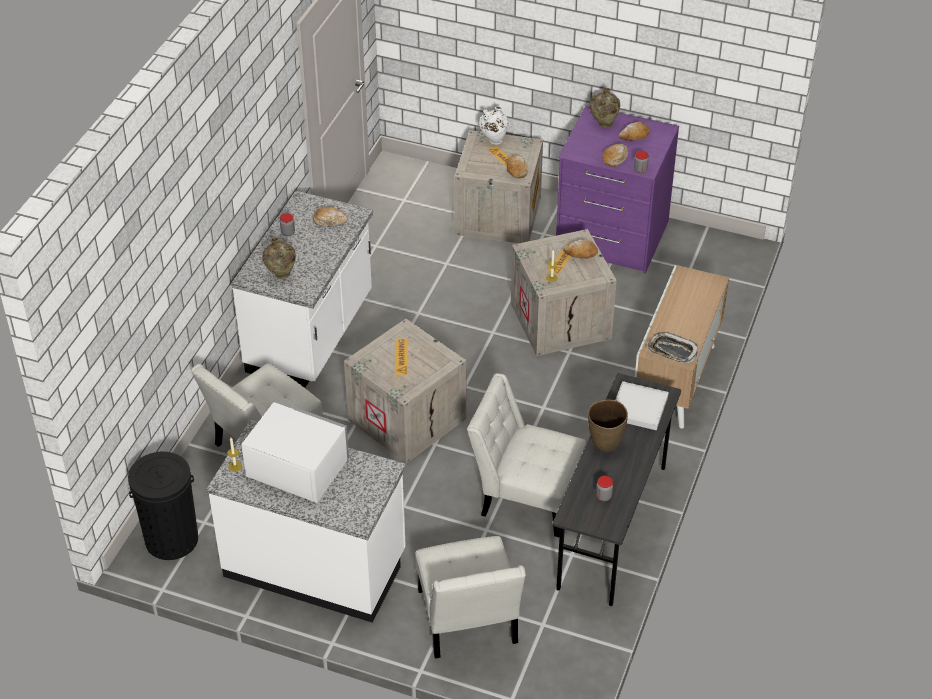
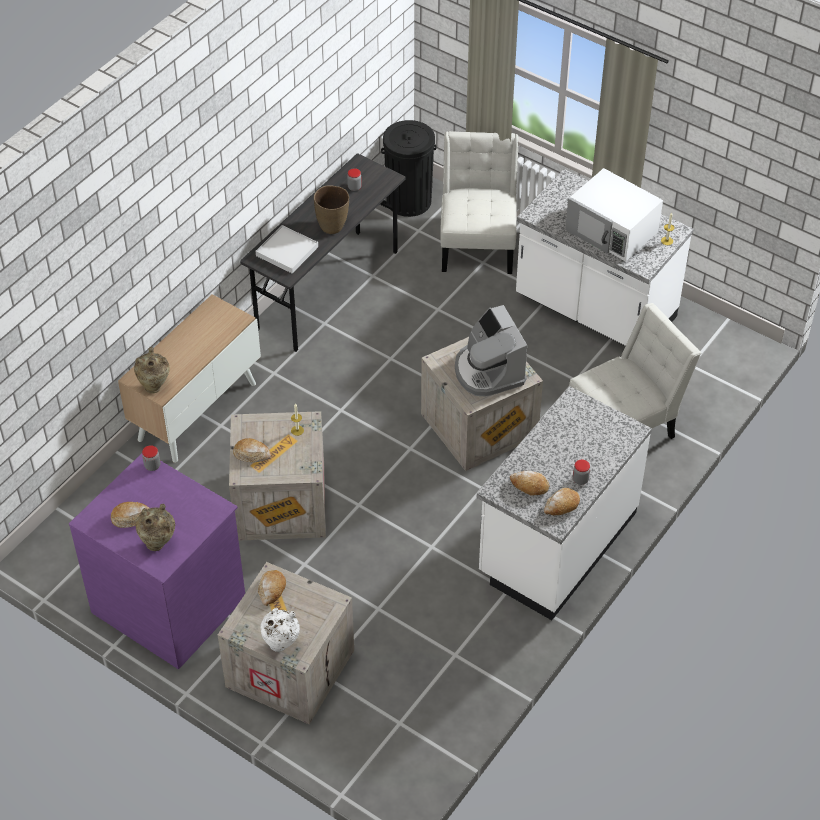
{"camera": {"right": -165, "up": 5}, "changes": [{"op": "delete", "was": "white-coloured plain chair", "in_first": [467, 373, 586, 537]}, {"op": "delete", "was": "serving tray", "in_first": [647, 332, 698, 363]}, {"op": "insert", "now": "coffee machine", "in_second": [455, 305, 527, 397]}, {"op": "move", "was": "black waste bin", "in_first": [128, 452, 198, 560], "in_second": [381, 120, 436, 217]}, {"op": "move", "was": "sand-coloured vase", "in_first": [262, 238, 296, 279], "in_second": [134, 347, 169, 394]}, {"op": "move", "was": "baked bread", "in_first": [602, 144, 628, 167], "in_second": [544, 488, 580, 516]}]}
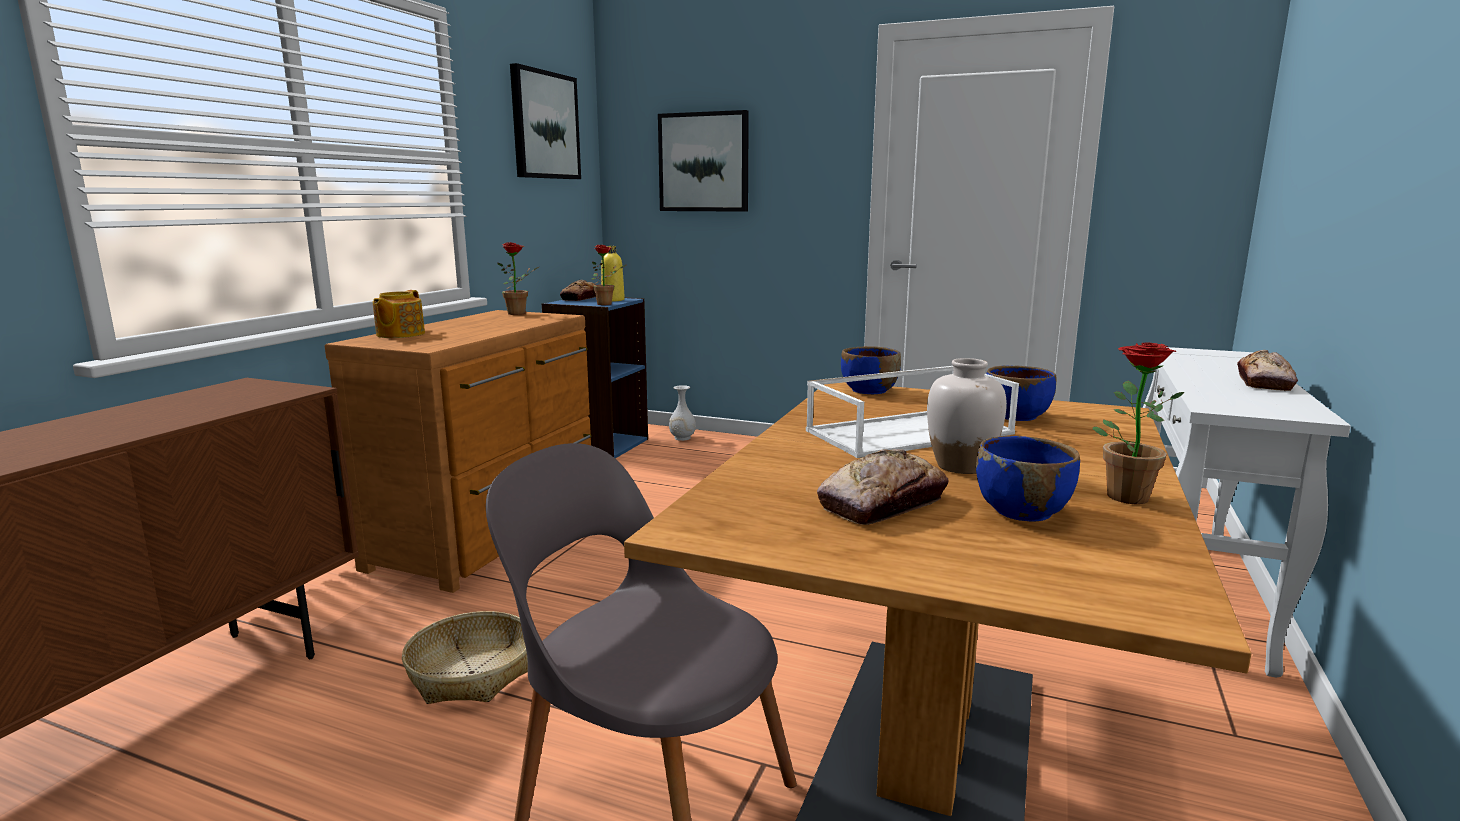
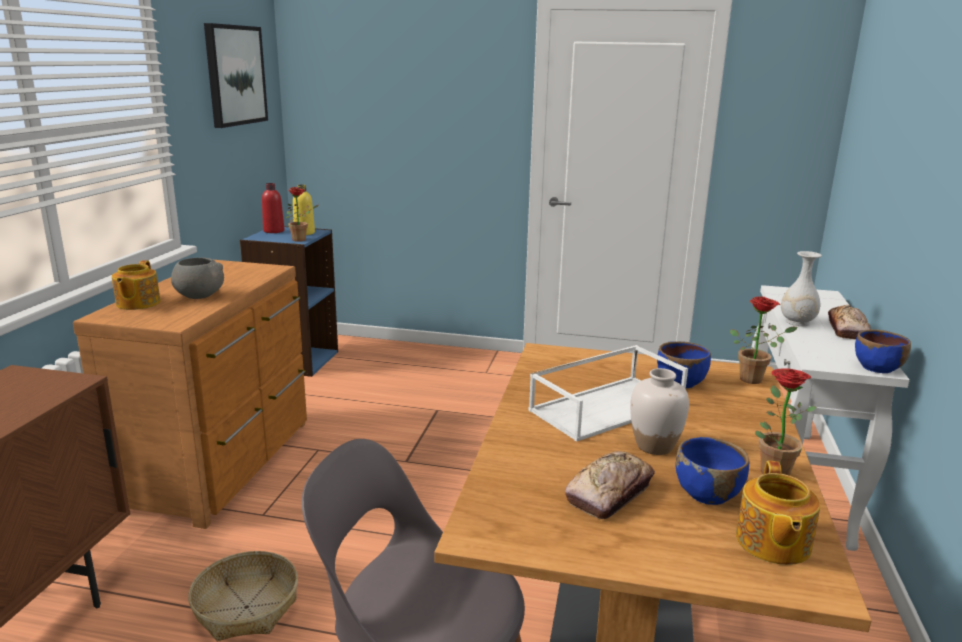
{"camera": {"right": -10, "up": 5}, "changes": [{"op": "delete", "was": "wall art", "in_first": [658, 110, 749, 212]}, {"op": "insert", "now": "greyish bowl", "in_second": [171, 258, 224, 299]}, {"op": "insert", "now": "teapot", "in_second": [736, 461, 820, 565]}, {"op": "move", "was": "plant in a pot", "in_first": [497, 242, 539, 315], "in_second": [730, 296, 797, 384]}, {"op": "move", "was": "white-coloured vase", "in_first": [669, 385, 696, 441], "in_second": [781, 251, 822, 326]}, {"op": "move", "was": "blue-coloured bowl", "in_first": [841, 346, 901, 394], "in_second": [855, 330, 911, 373]}, {"op": "replace", "was": "baked bread", "now": "red beverage bottle", "in_first": [560, 280, 596, 301], "in_second": [262, 183, 284, 233]}]}
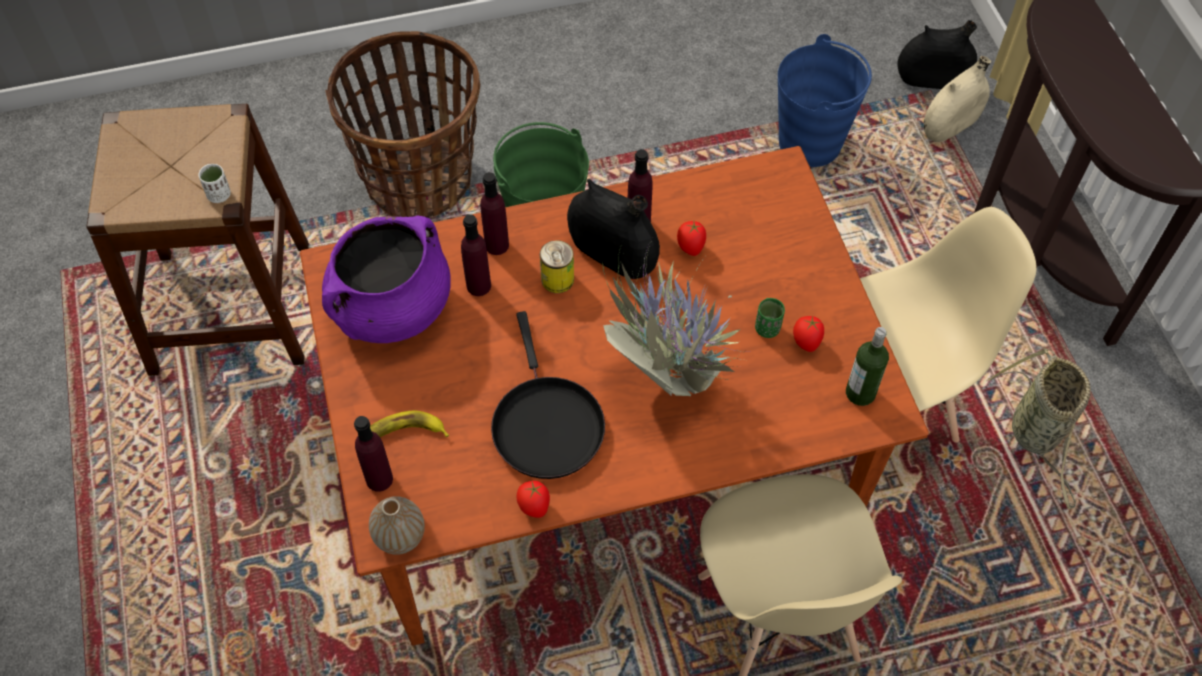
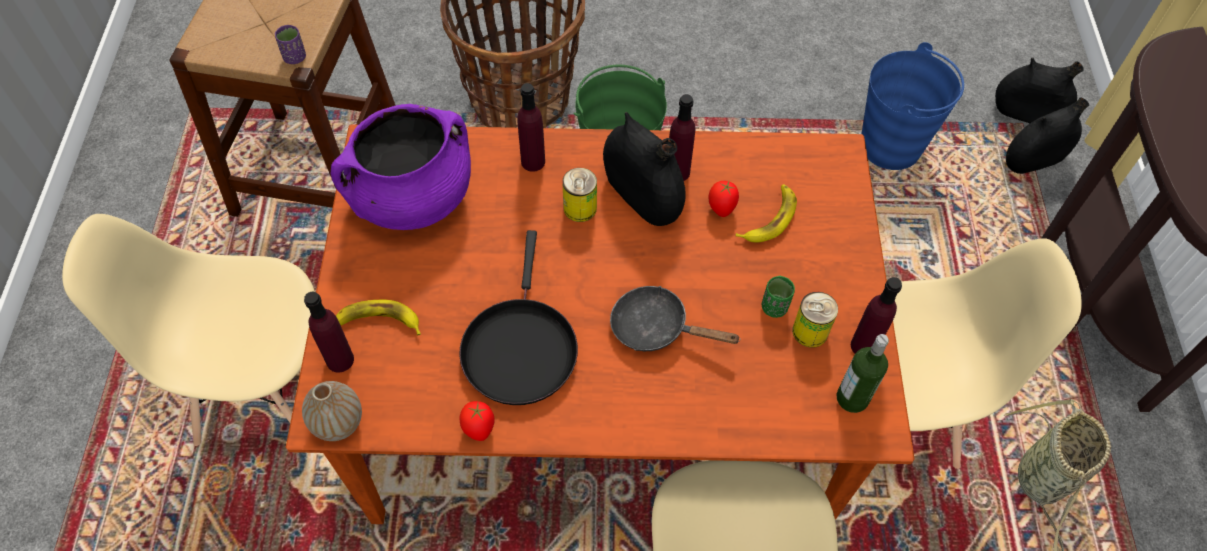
{"camera": {"right": 15, "up": 0}, "changes": [{"op": "insert", "now": "sand-coloured plain chair", "in_second": [62, 214, 315, 446]}, {"op": "insert", "now": "banana fruit", "in_second": [735, 184, 797, 242]}, {"op": "move", "was": "purple beverage bottle", "in_first": [461, 214, 491, 296], "in_second": [851, 277, 902, 354]}, {"op": "replace", "was": "plant in a pot", "now": "black frying pan", "in_first": [603, 240, 780, 396], "in_second": [610, 286, 741, 351]}, {"op": "replace", "was": "fresh tomato", "now": "can", "in_first": [793, 316, 824, 352], "in_second": [792, 292, 838, 348]}, {"op": "recolor", "was": "white-coloured cup", "now": "purple cup", "in_first": [198, 164, 231, 203], "in_second": [275, 25, 306, 64]}, {"op": "recolor", "was": "sand-coloured vase", "now": "black vase", "in_first": [924, 56, 991, 142], "in_second": [1006, 97, 1090, 174]}]}
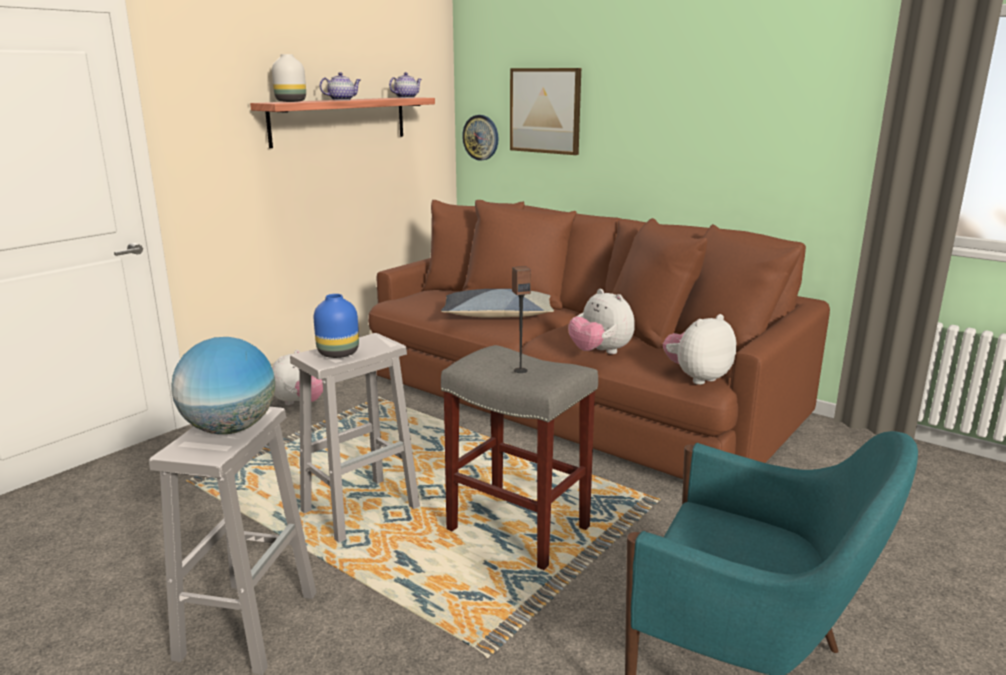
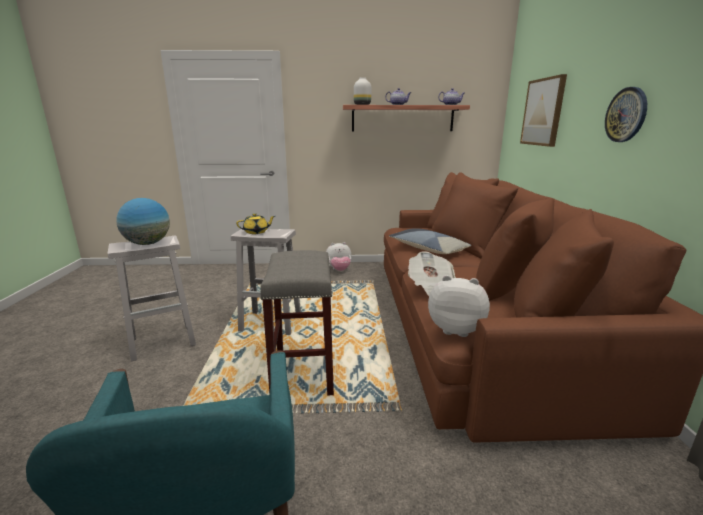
{"camera": {"right": 50, "up": 0}, "changes": [{"op": "delete", "was": "audio speaker", "in_first": [512, 266, 531, 373]}, {"op": "move", "was": "clock on the wall", "in_first": [462, 115, 499, 161], "in_second": [605, 87, 647, 142]}, {"op": "replace", "was": "blue-coloured vase", "now": "yellowish teapot", "in_first": [314, 294, 359, 358], "in_second": [236, 213, 275, 234]}, {"op": "replace", "was": "cuddly toy", "now": "daily paper", "in_first": [568, 289, 635, 354], "in_second": [408, 251, 456, 296]}]}
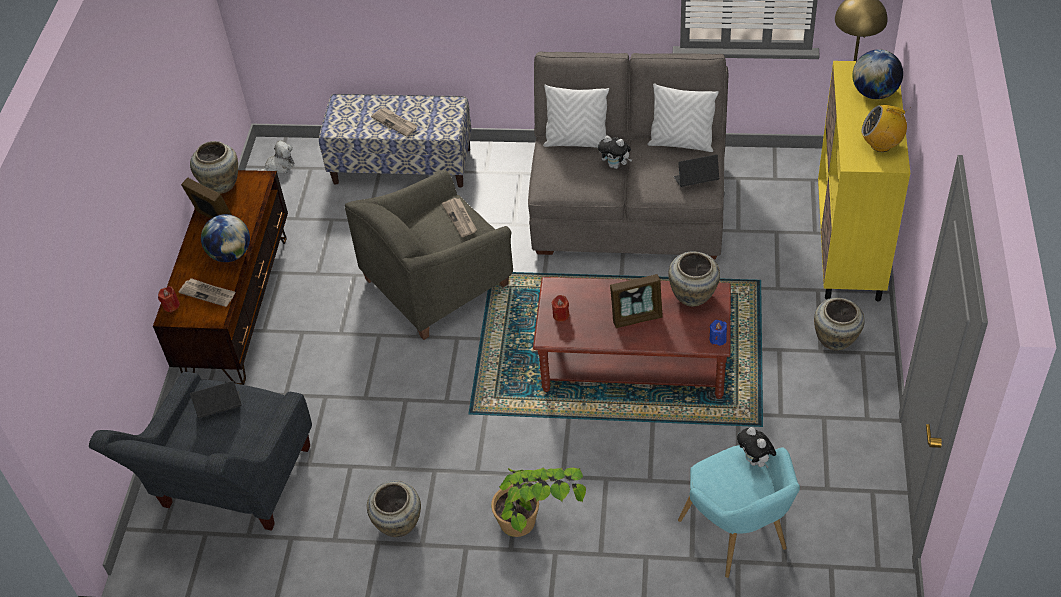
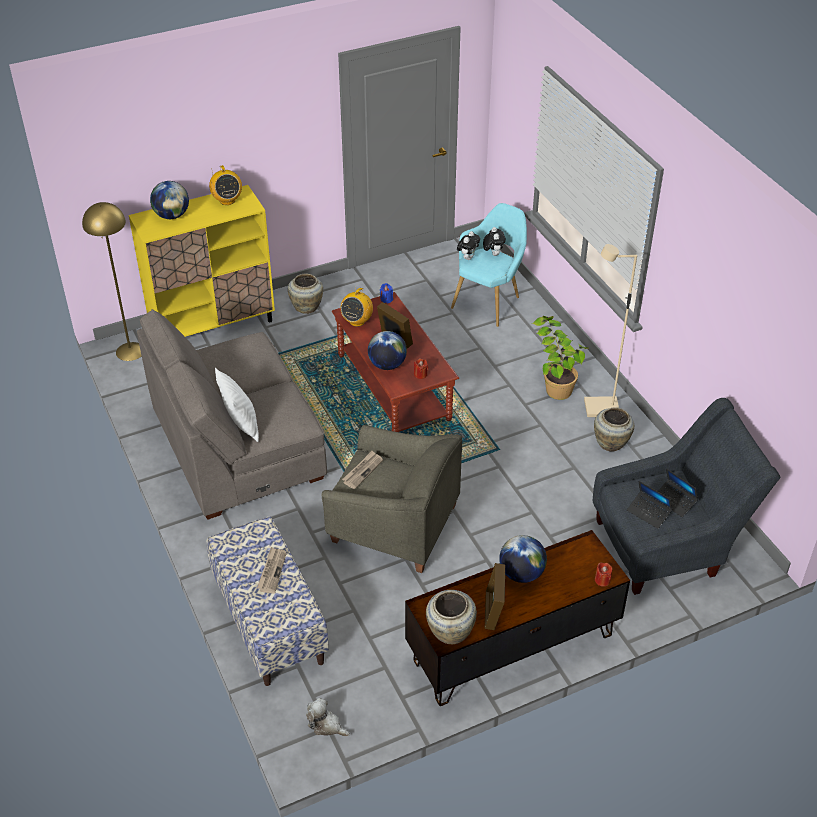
{"camera": {"right": -125, "up": -5}, "changes": [{"op": "delete", "was": "daily paper", "in_first": [179, 278, 235, 307]}, {"op": "delete", "was": "white-coloured throw pillow", "in_first": [647, 83, 719, 152]}, {"op": "insert", "now": "globe", "in_second": [368, 331, 407, 370]}, {"op": "insert", "now": "sand-coloured standing lamp", "in_second": [584, 244, 637, 417]}, {"op": "move", "was": "cuddly toy", "in_first": [598, 136, 632, 169], "in_second": [483, 227, 506, 256]}, {"op": "move", "was": "portable computer", "in_first": [674, 154, 719, 187], "in_second": [658, 468, 698, 517]}, {"op": "replace", "was": "sand-coloured vase", "now": "radio receiver", "in_first": [668, 251, 720, 307], "in_second": [341, 287, 373, 327]}]}
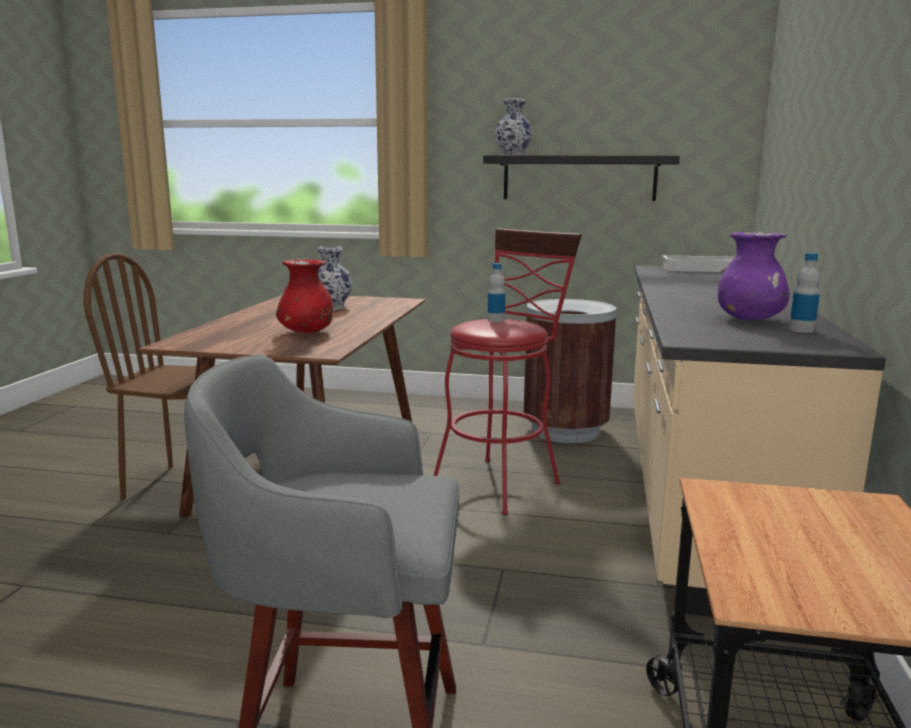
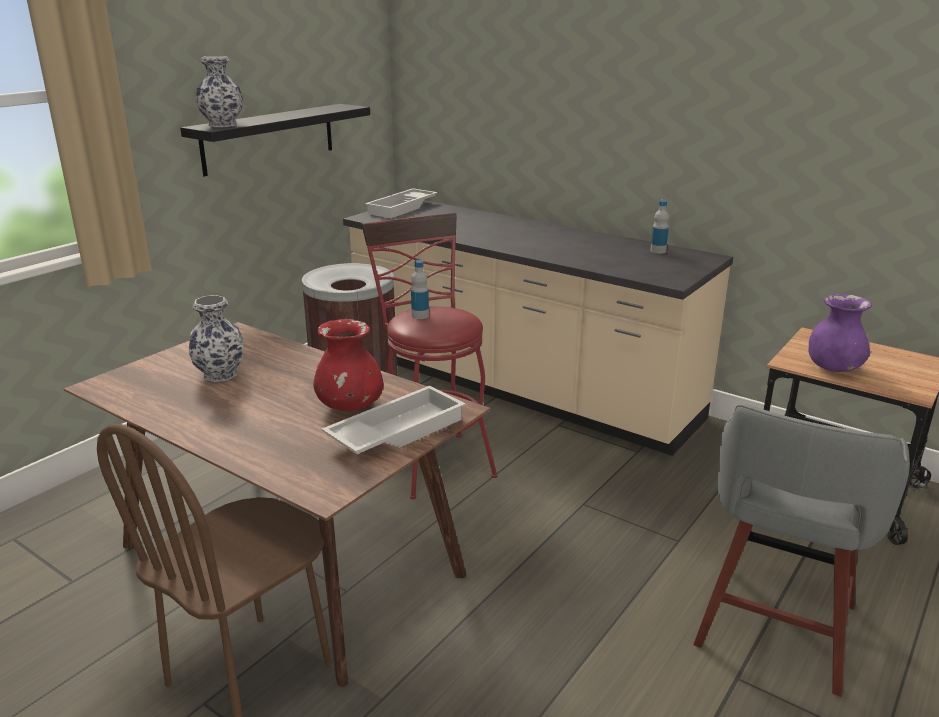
{"camera": {"right": -65, "up": 10}, "changes": [{"op": "insert", "now": "white-coloured serving tray", "in_second": [321, 386, 465, 454]}, {"op": "move", "was": "purple vase", "in_first": [717, 232, 790, 320], "in_second": [808, 294, 872, 372]}]}
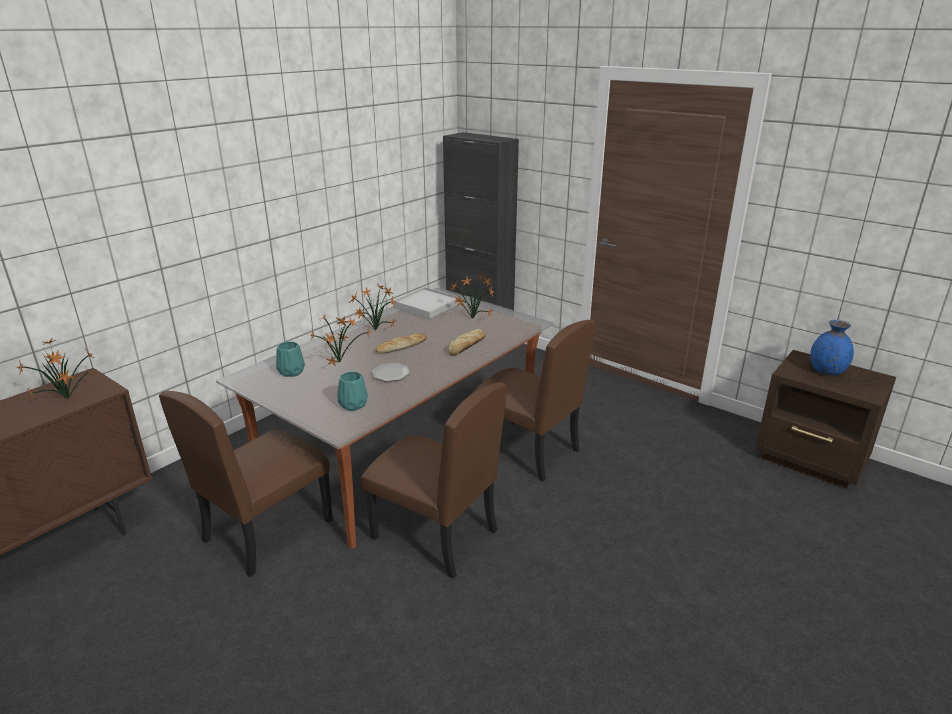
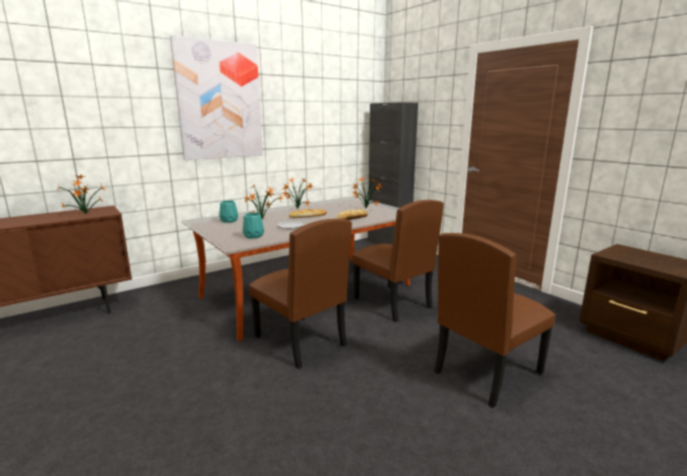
{"camera": {"right": 15, "up": -10}, "changes": [{"op": "delete", "was": "white-coloured serving tray", "in_first": [393, 287, 459, 319]}, {"op": "delete", "was": "blue-coloured vase", "in_first": [810, 320, 854, 375]}, {"op": "insert", "now": "wall art", "in_second": [170, 35, 263, 160]}, {"op": "move", "was": "brownish plain chair", "in_first": [159, 391, 333, 577], "in_second": [434, 233, 556, 408]}]}
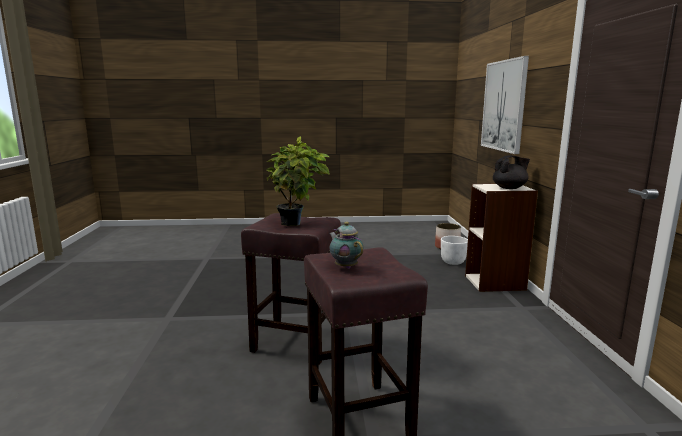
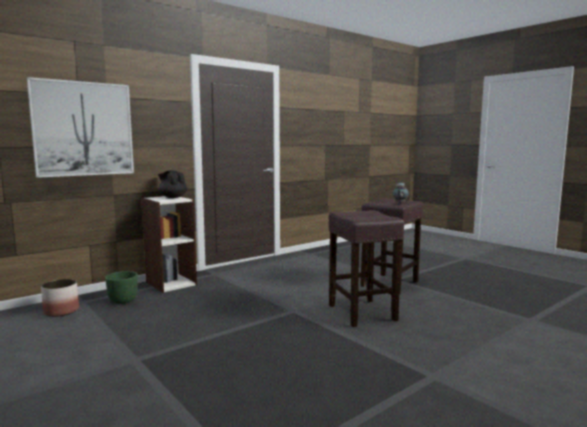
{"camera": {"right": -125, "up": -5}, "changes": [{"op": "delete", "was": "plant in a pot", "in_first": [267, 136, 330, 226]}, {"op": "recolor", "was": "white-coloured flower pot", "now": "green flower pot", "in_first": [441, 236, 468, 265], "in_second": [105, 271, 138, 304]}]}
